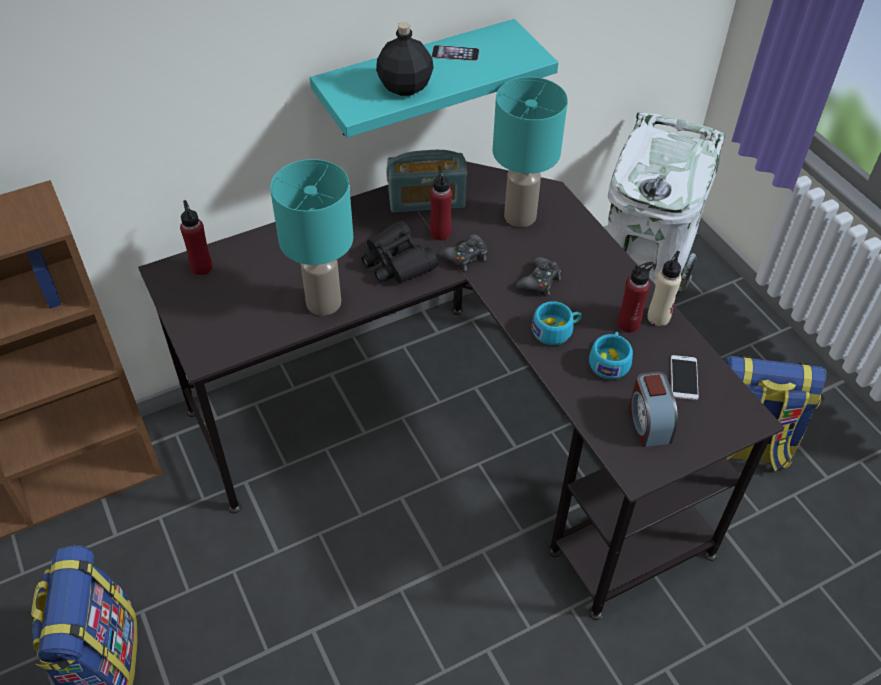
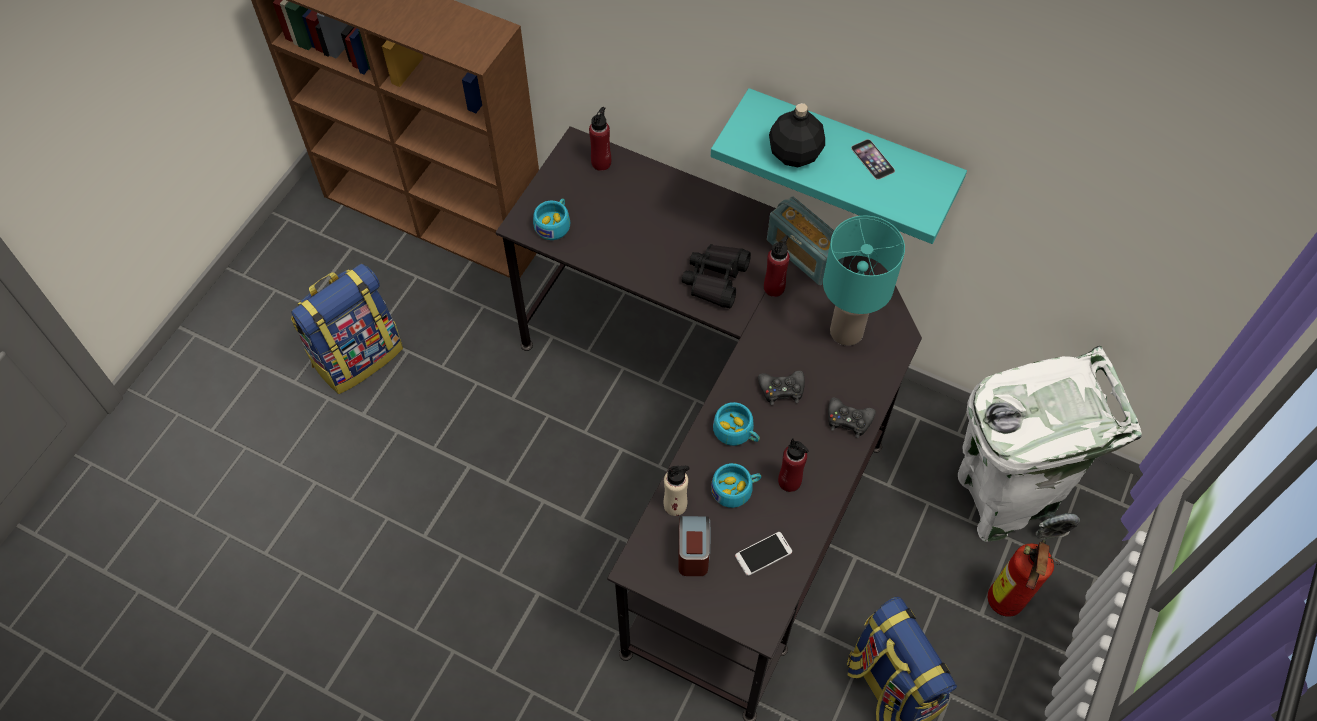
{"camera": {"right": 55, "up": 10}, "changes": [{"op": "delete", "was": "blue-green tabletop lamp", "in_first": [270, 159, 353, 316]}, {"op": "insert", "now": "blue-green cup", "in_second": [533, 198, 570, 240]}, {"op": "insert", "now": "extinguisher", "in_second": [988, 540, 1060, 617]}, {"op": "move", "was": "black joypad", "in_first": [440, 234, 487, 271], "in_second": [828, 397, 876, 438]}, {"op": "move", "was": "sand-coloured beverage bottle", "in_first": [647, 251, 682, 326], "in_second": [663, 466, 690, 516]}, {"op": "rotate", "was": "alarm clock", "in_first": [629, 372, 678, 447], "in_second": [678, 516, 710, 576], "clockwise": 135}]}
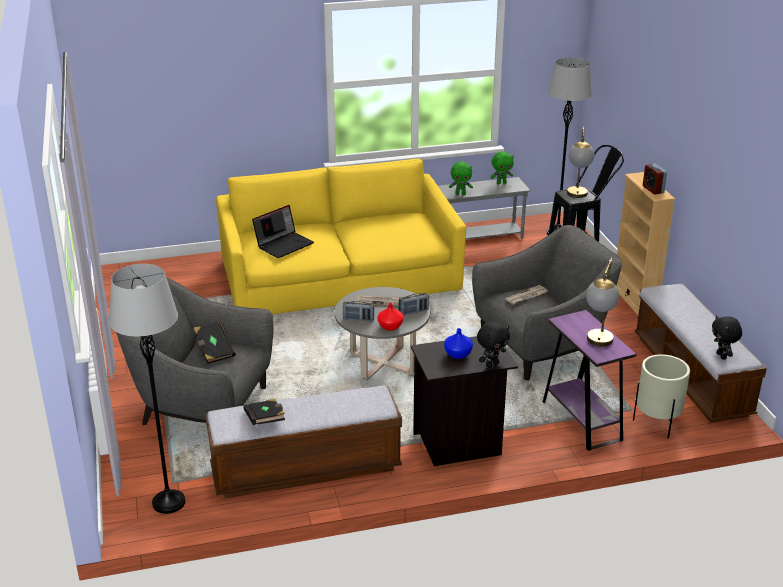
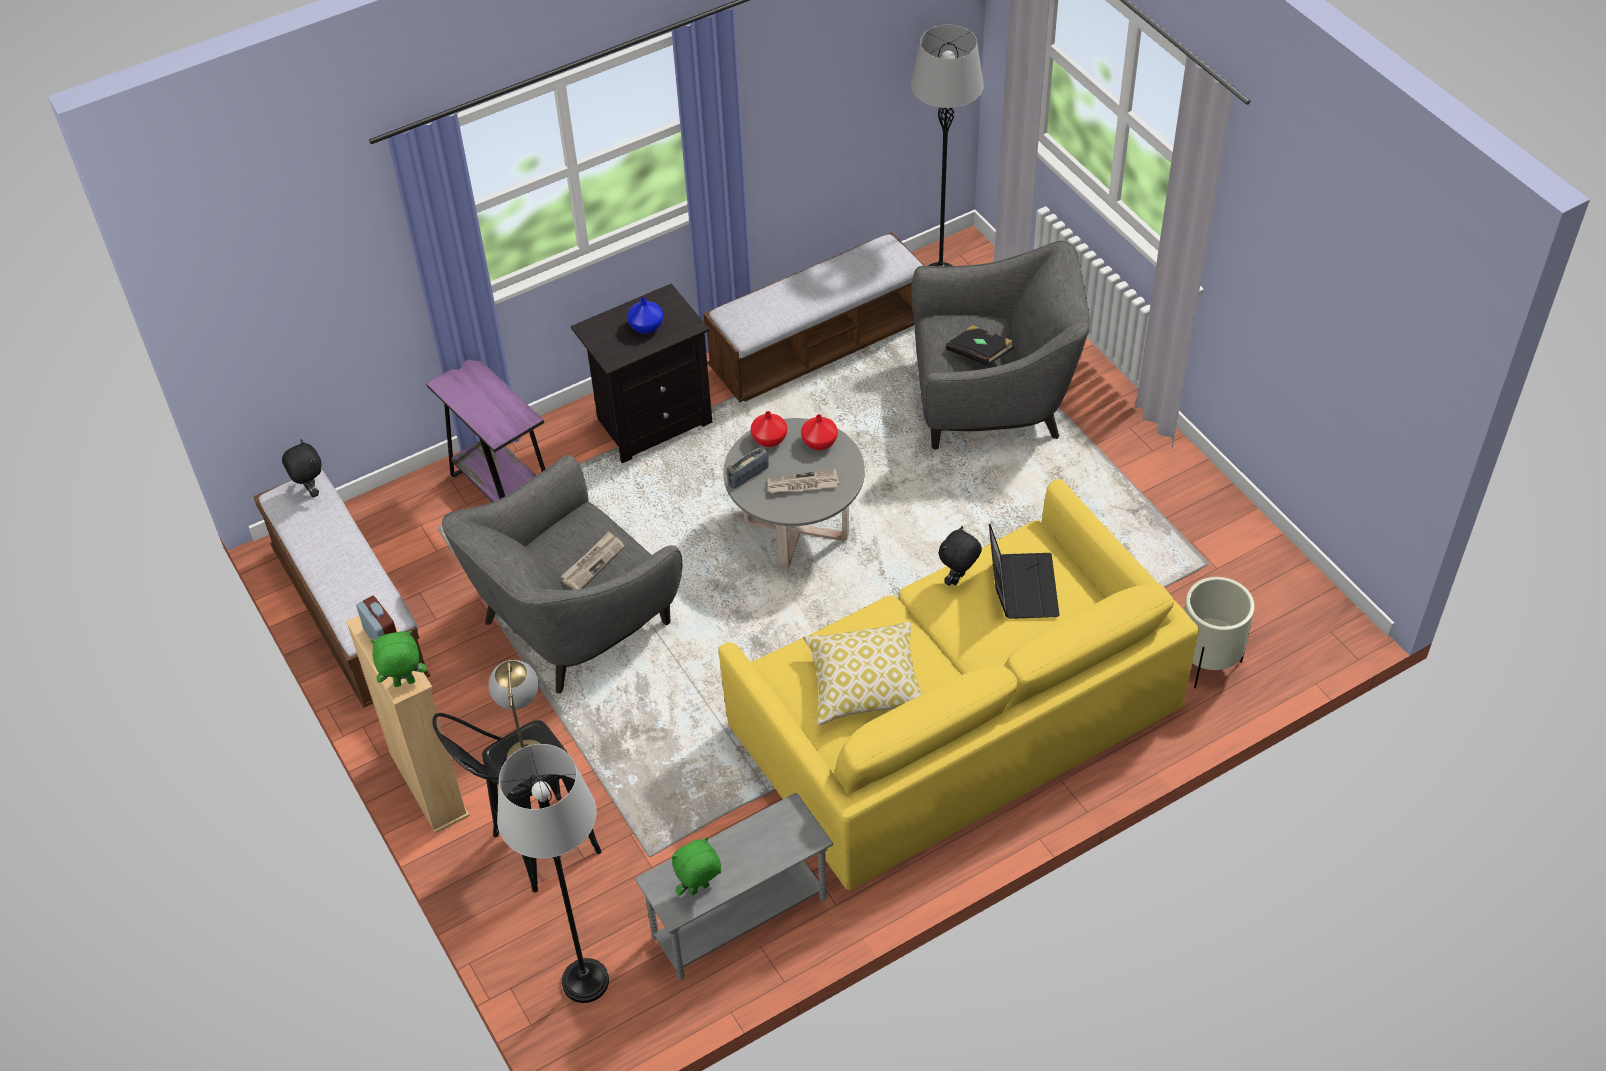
{"camera": {"right": 165, "up": 20}, "changes": [{"op": "delete", "was": "black volume", "in_first": [243, 398, 285, 425]}, {"op": "delete", "was": "tabletop lamp", "in_first": [586, 258, 619, 346]}, {"op": "insert", "now": "throw pillow", "in_second": [803, 622, 922, 725]}, {"op": "move", "was": "green cuddly toy", "in_first": [449, 162, 473, 195], "in_second": [371, 631, 427, 687]}, {"op": "move", "was": "black cuddly toy", "in_first": [477, 321, 510, 368], "in_second": [939, 526, 982, 586]}, {"op": "move", "was": "sand-coloured flower pot", "in_first": [633, 354, 690, 438], "in_second": [1184, 577, 1255, 688]}, {"op": "replace", "was": "radio receiver", "now": "red vase", "in_first": [343, 301, 374, 322], "in_second": [801, 414, 838, 450]}, {"op": "rotate", "was": "portable computer", "in_first": [252, 205, 314, 258], "in_second": [989, 524, 1060, 619], "clockwise": 150}]}
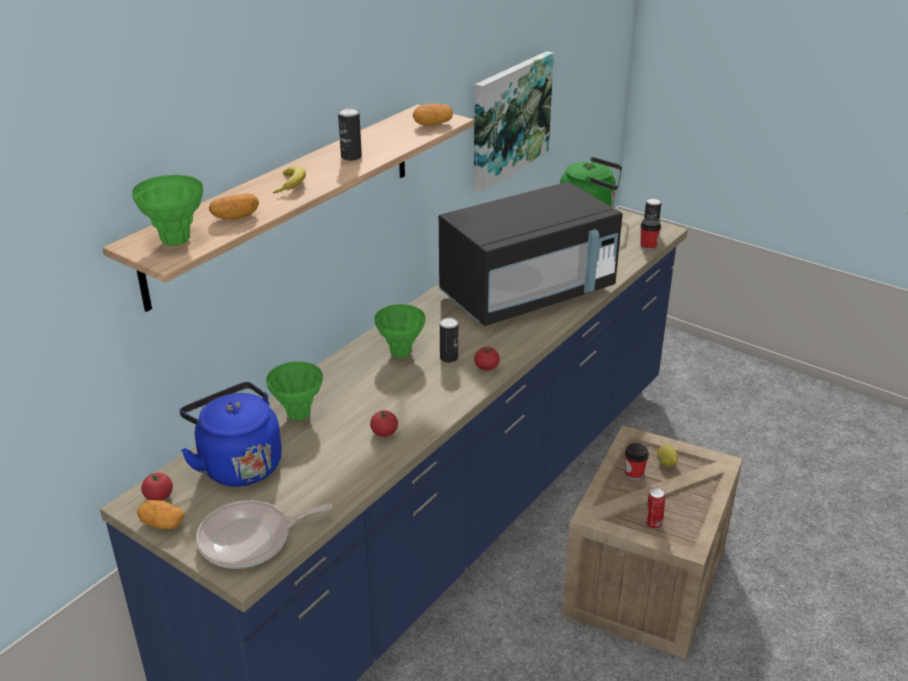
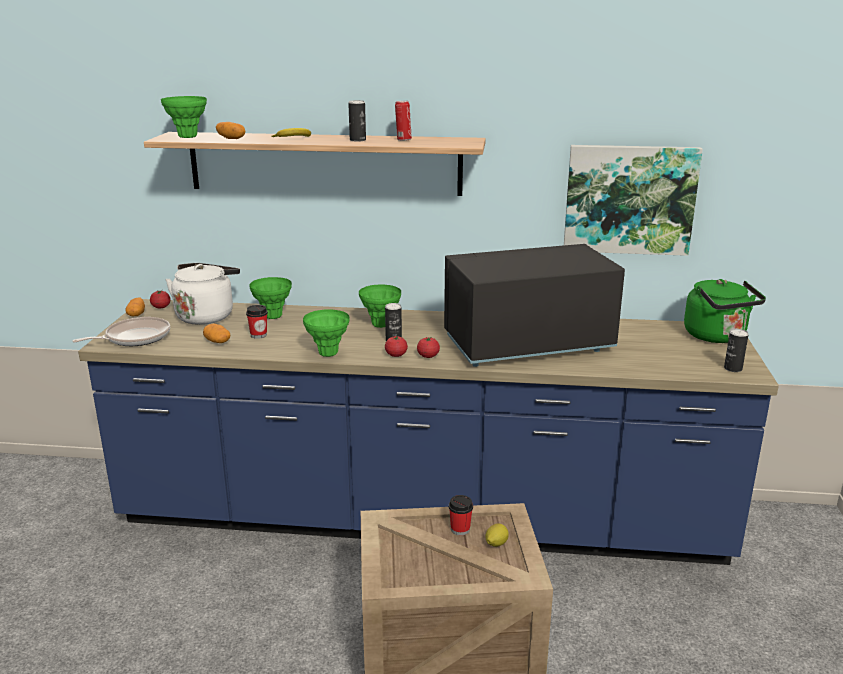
{"camera": {"right": 60, "up": -10}, "changes": [{"op": "insert", "now": "green vase", "in_second": [303, 309, 350, 357]}, {"op": "move", "was": "fresh tomato", "in_first": [370, 410, 398, 437], "in_second": [417, 337, 440, 358]}, {"op": "move", "was": "potato", "in_first": [413, 103, 453, 126], "in_second": [203, 324, 230, 343]}, {"op": "move", "was": "cup", "in_first": [640, 218, 661, 251], "in_second": [246, 305, 268, 339]}, {"op": "move", "was": "can", "in_first": [646, 487, 665, 529], "in_second": [395, 101, 412, 141]}, {"op": "recolor", "was": "blue-coloured kettle", "now": "white-coloured kettle", "in_first": [180, 382, 282, 487], "in_second": [165, 263, 240, 325]}, {"op": "rotate", "was": "frying pan", "in_first": [196, 500, 332, 569], "in_second": [72, 317, 170, 346], "clockwise": 105}, {"op": "rotate", "was": "black microwave oven", "in_first": [439, 182, 623, 326], "in_second": [444, 244, 625, 367], "clockwise": 135}]}
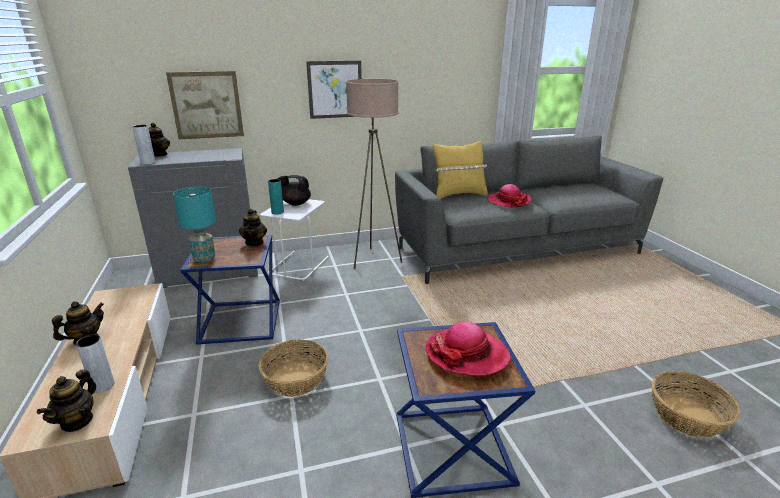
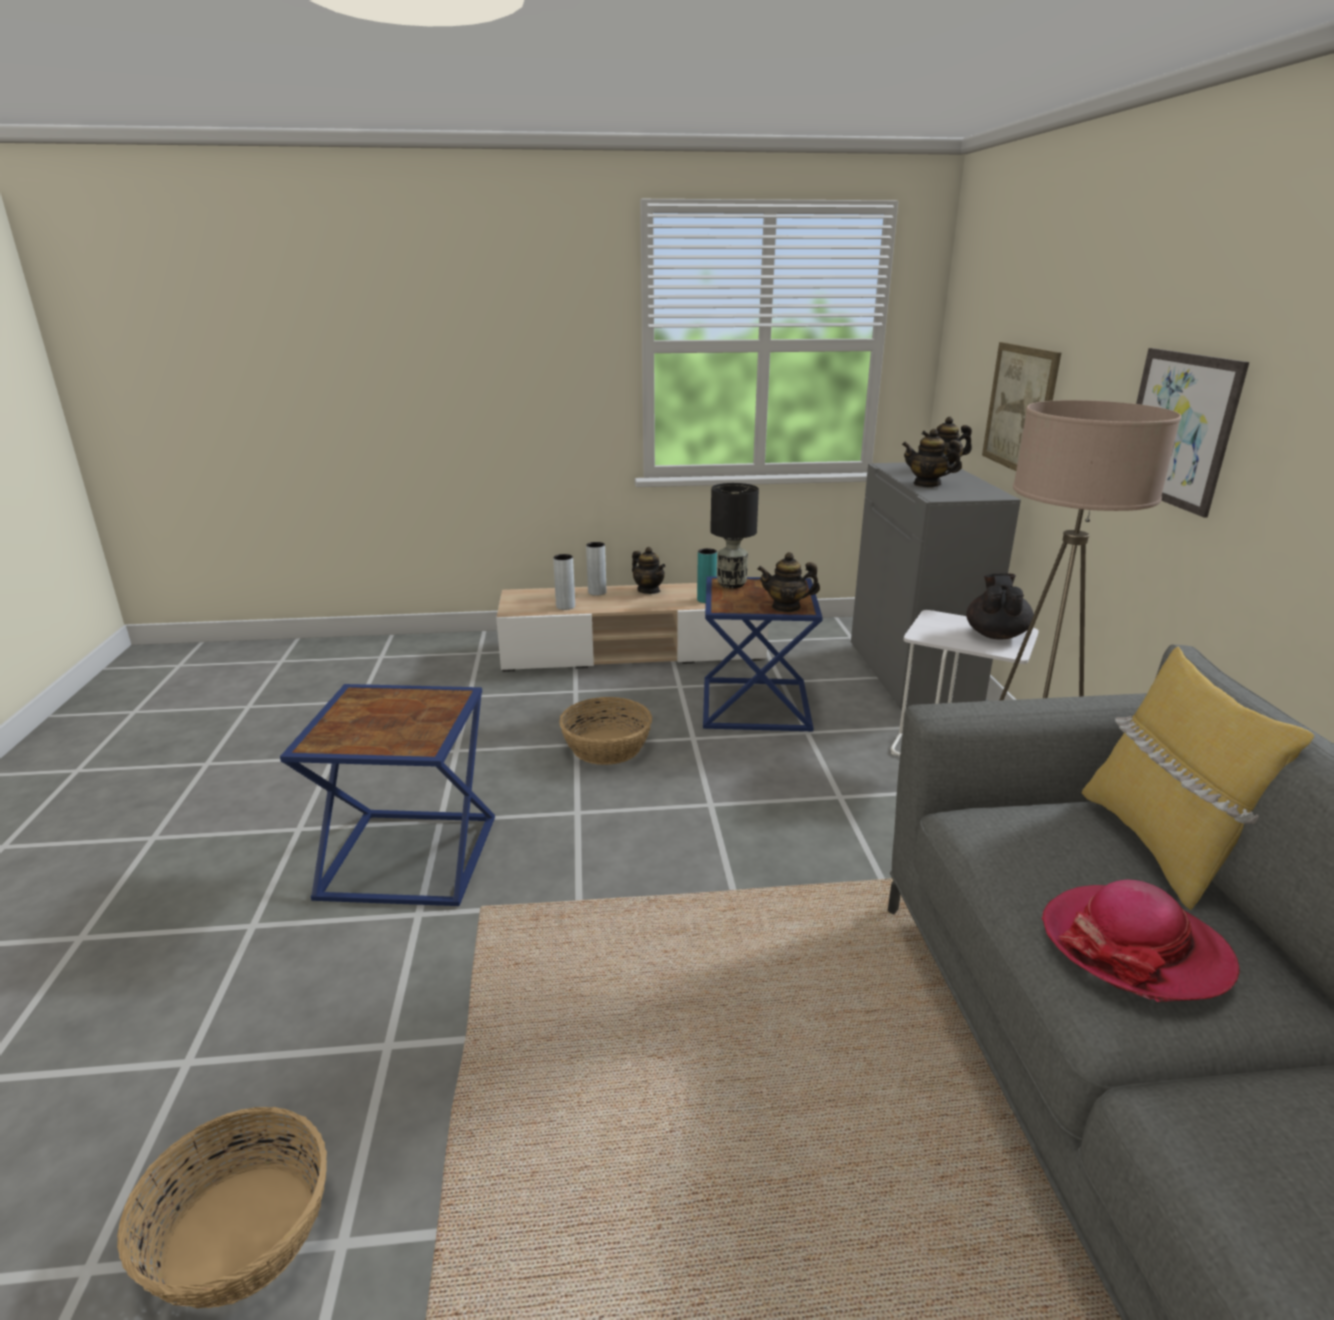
{"camera": {"right": 100, "up": 0}, "changes": [{"op": "delete", "was": "wearable hat", "in_first": [425, 322, 511, 376]}, {"op": "move", "was": "teapot", "in_first": [37, 369, 96, 432], "in_second": [902, 429, 962, 488]}, {"op": "move", "was": "greyish vase", "in_first": [132, 125, 155, 165], "in_second": [586, 542, 606, 596]}, {"op": "move", "was": "blue-green vase", "in_first": [268, 179, 284, 215], "in_second": [697, 548, 717, 603]}, {"op": "recolor", "was": "blue-green tabletop lamp", "now": "black tabletop lamp", "in_first": [173, 186, 216, 264], "in_second": [710, 483, 759, 588]}]}
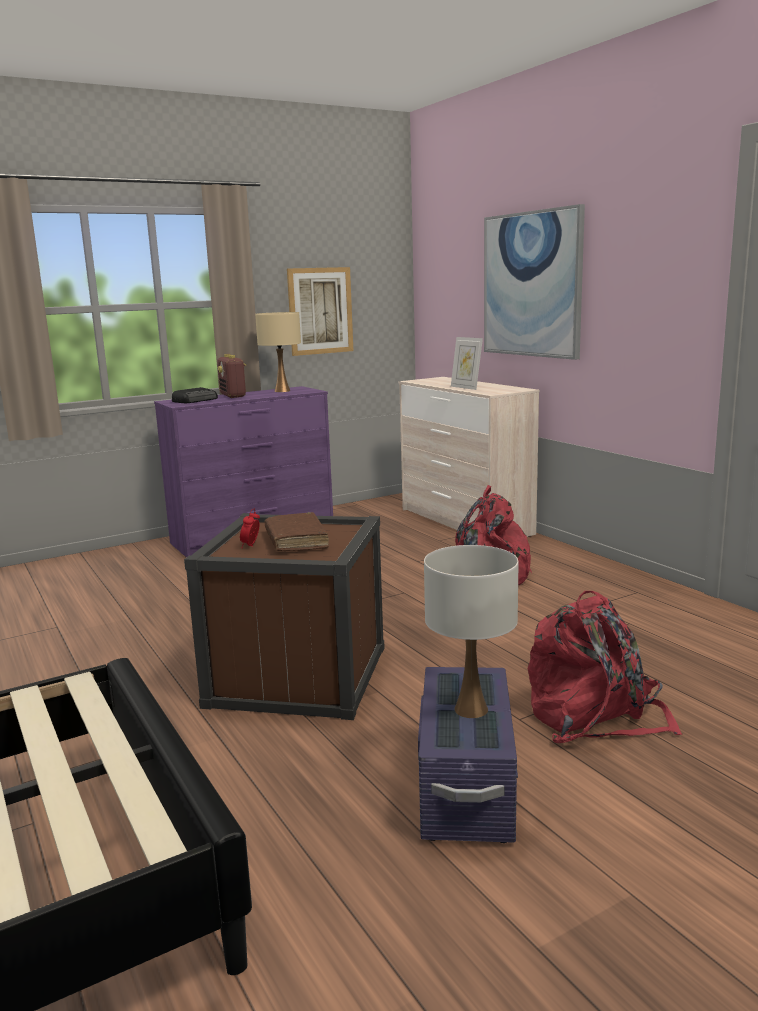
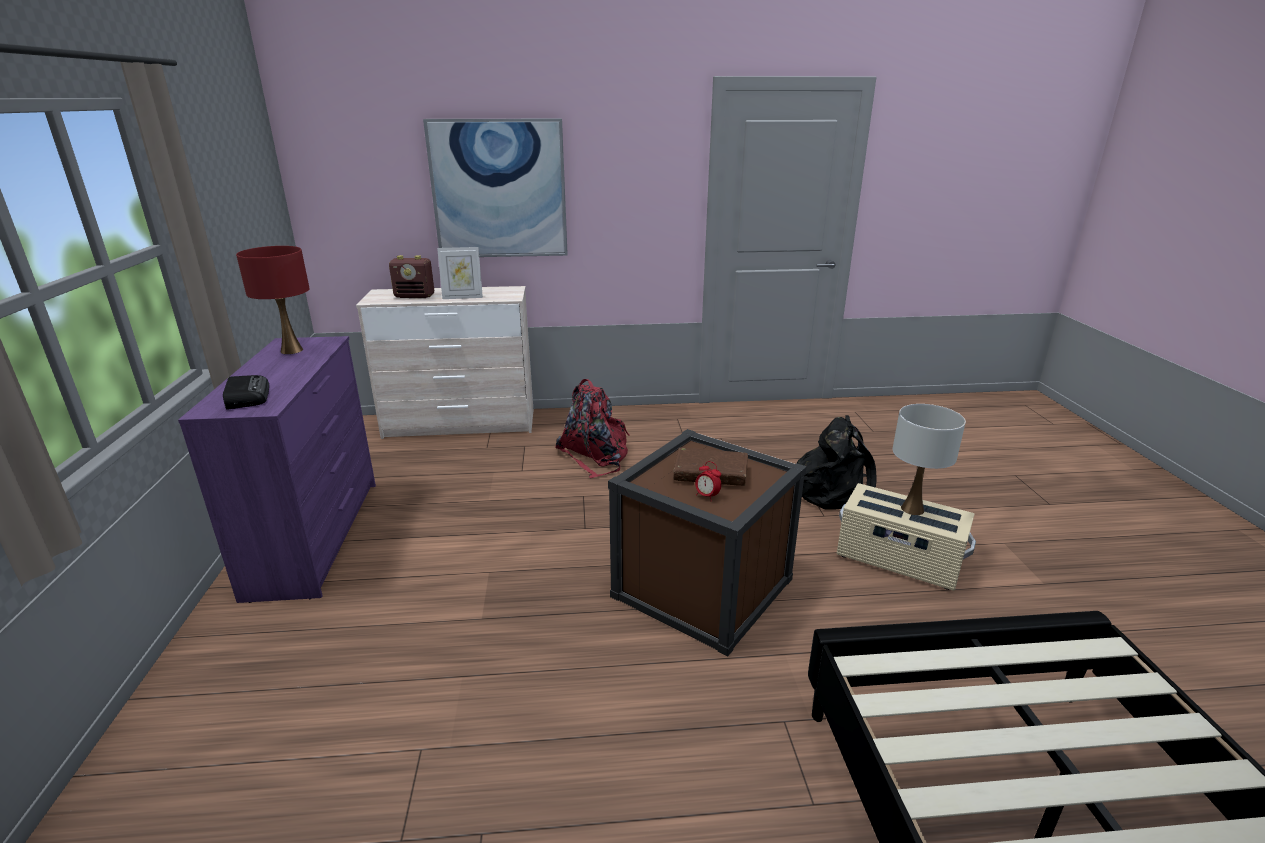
{"camera": {"right": -65, "up": 10}, "changes": [{"op": "delete", "was": "wall art", "in_first": [287, 267, 353, 356]}, {"op": "move", "was": "radio receiver", "in_first": [217, 354, 246, 398], "in_second": [389, 255, 434, 298]}, {"op": "recolor", "was": "sand-coloured tabletop lamp", "now": "red tabletop lamp", "in_first": [255, 312, 301, 392], "in_second": [236, 246, 310, 354]}, {"op": "recolor", "was": "purple storage box", "now": "sand-coloured storage box", "in_first": [418, 667, 518, 843], "in_second": [837, 483, 976, 591]}, {"op": "recolor", "was": "red backpack", "now": "black backpack", "in_first": [527, 591, 682, 743], "in_second": [797, 415, 876, 510]}]}
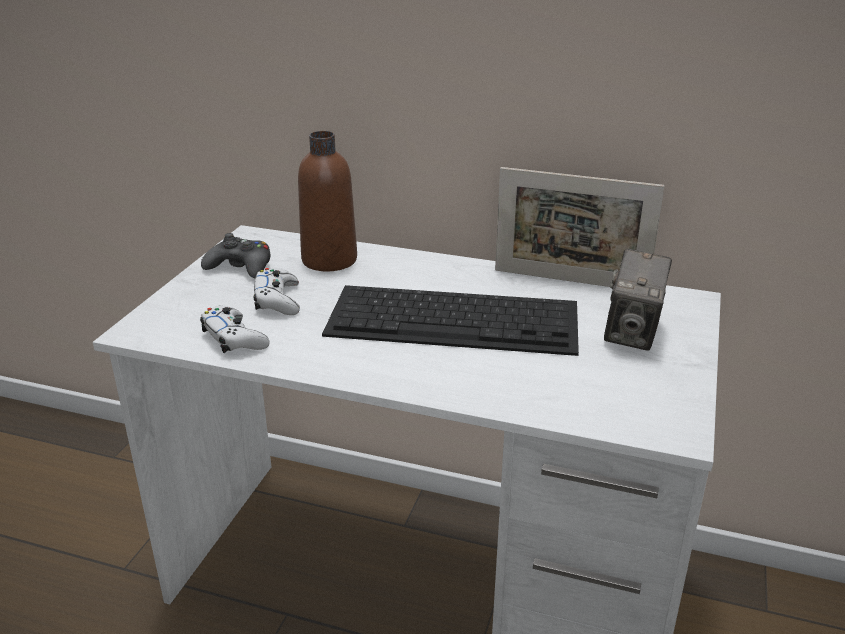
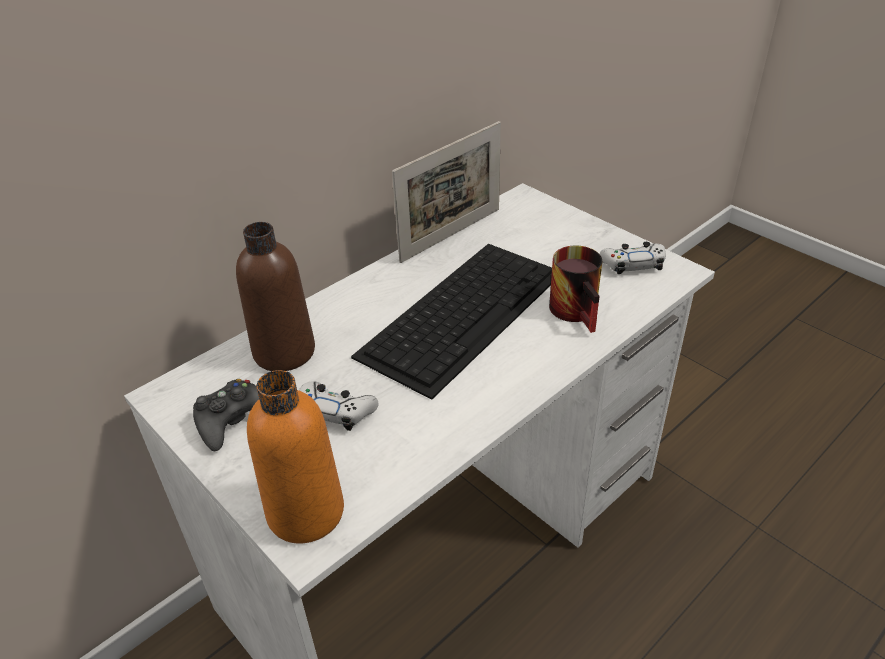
{"camera": {"right": -60, "up": 10}, "changes": [{"op": "delete", "was": "photo camera", "in_first": [604, 249, 672, 351]}, {"op": "insert", "now": "orange beverage bottle", "in_second": [247, 370, 344, 544]}, {"op": "insert", "now": "tea mug", "in_second": [549, 245, 602, 333]}, {"op": "move", "was": "white-coloured joypad", "in_first": [200, 305, 269, 353], "in_second": [600, 242, 666, 274]}]}
